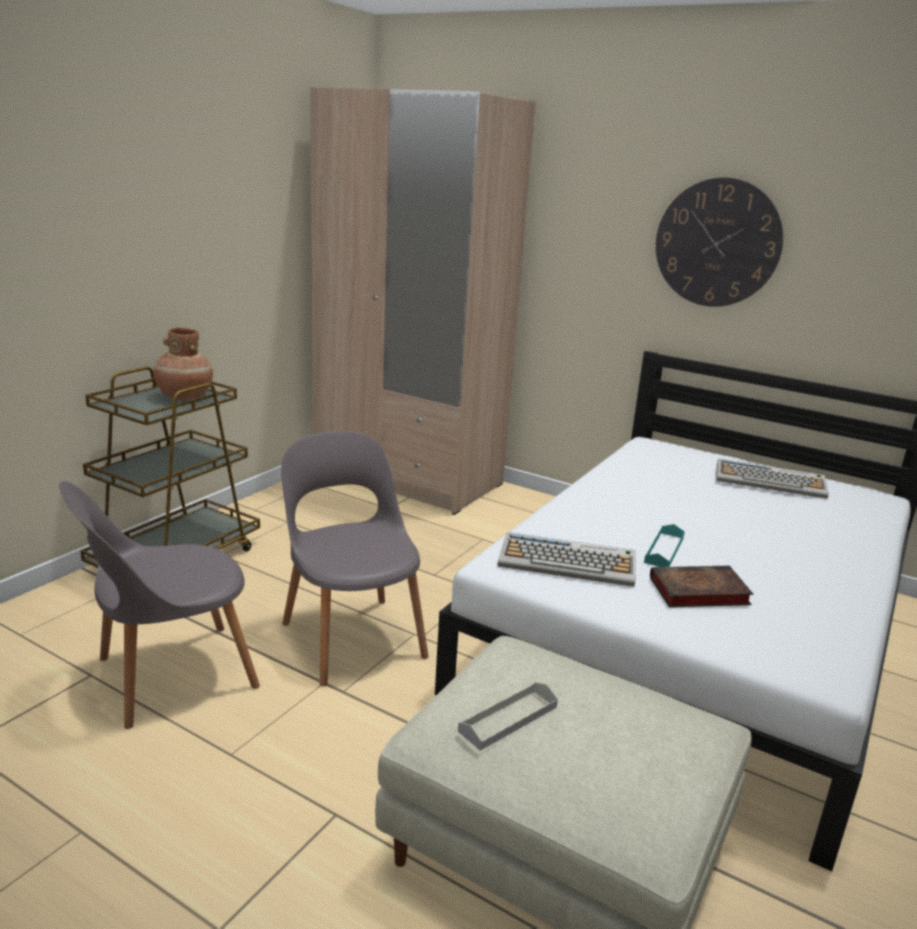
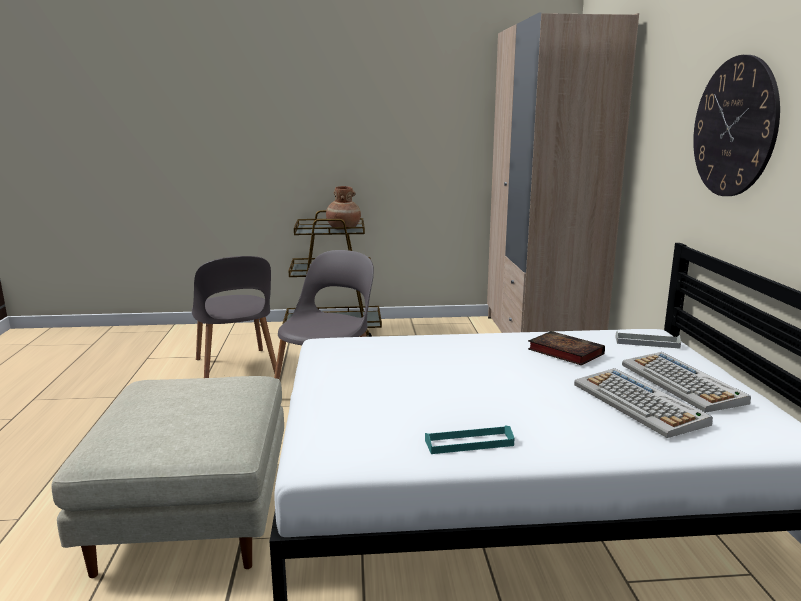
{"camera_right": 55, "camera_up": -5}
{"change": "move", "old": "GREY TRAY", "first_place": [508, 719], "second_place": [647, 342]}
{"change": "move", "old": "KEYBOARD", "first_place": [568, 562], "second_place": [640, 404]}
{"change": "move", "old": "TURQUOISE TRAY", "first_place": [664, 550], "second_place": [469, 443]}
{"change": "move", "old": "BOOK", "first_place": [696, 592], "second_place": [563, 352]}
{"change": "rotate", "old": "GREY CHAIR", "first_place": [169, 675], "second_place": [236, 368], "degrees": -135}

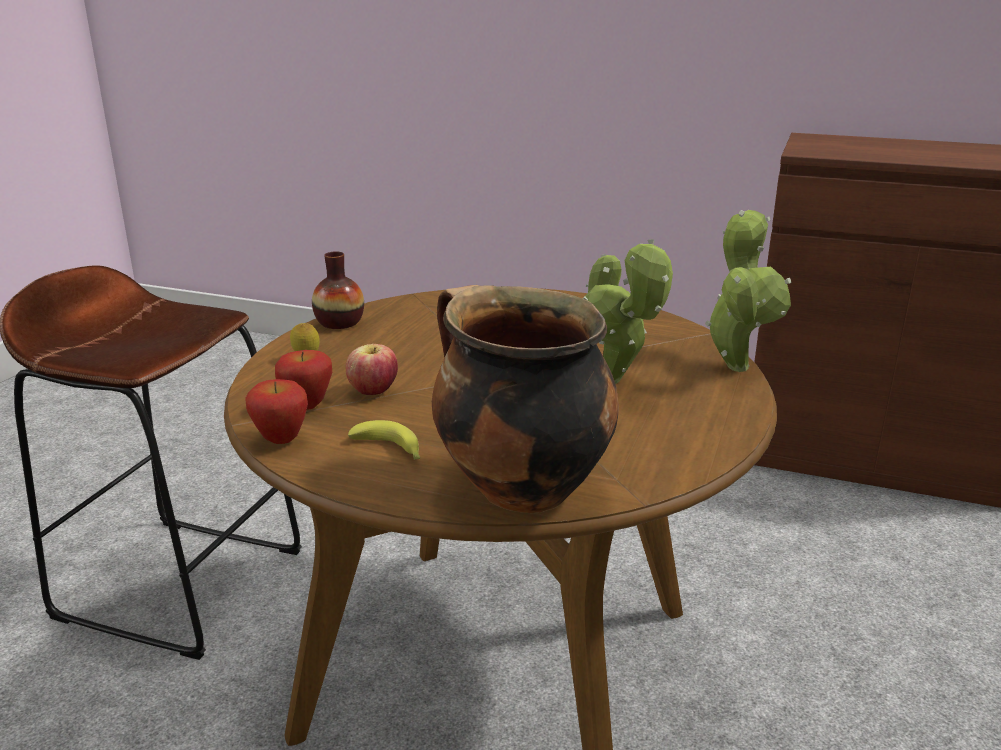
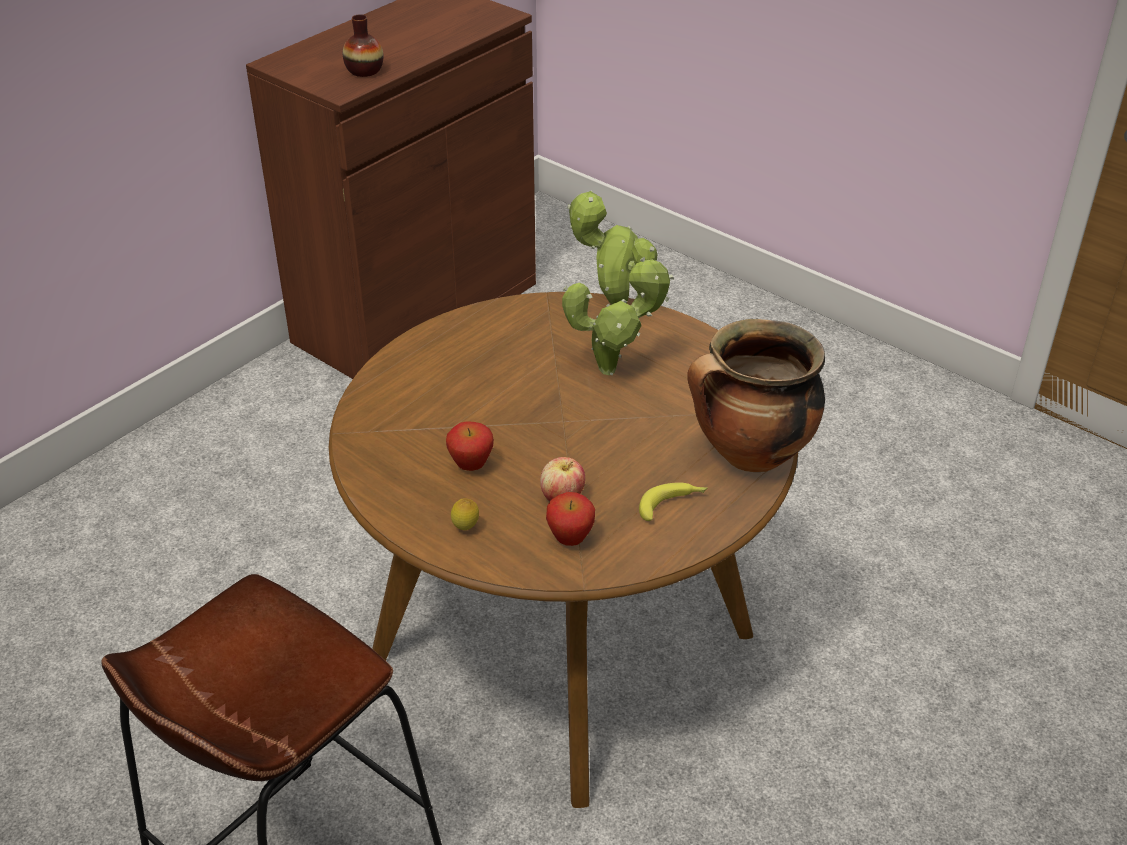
{"camera_right": -70, "camera_up": 15}
{"change": "move", "old": "APPLE", "first_place": [281, 440], "second_place": [471, 466]}
{"change": "move", "old": "VASE", "first_place": [339, 322], "second_place": [364, 71]}

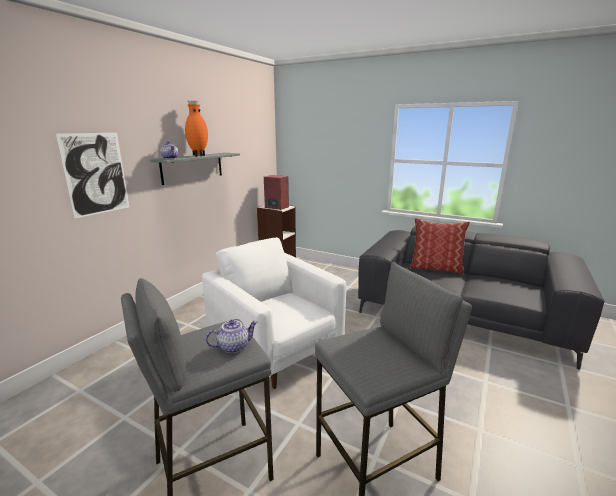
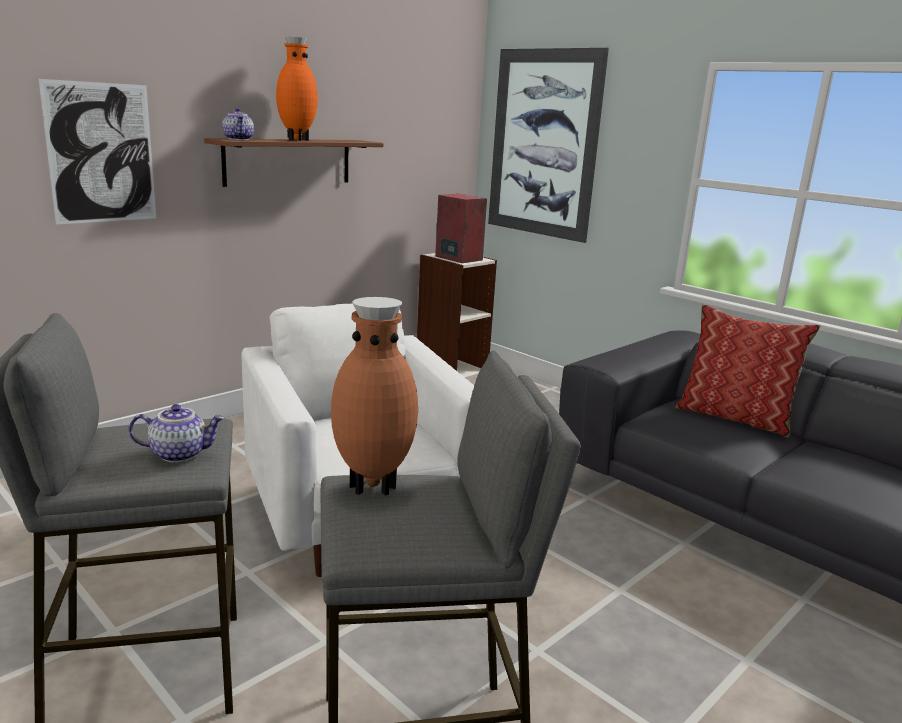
{"camera_right": 15, "camera_up": 0}
{"change": "insert", "new": "BROWN VASE", "second_place": [373, 485]}
{"change": "insert", "new": "PICTURE", "second_place": [543, 144]}
{"change": "recolor", "old": "GREY SHELF", "new": "BROWN SHELF", "first_place": [192, 167], "second_place": [288, 161]}

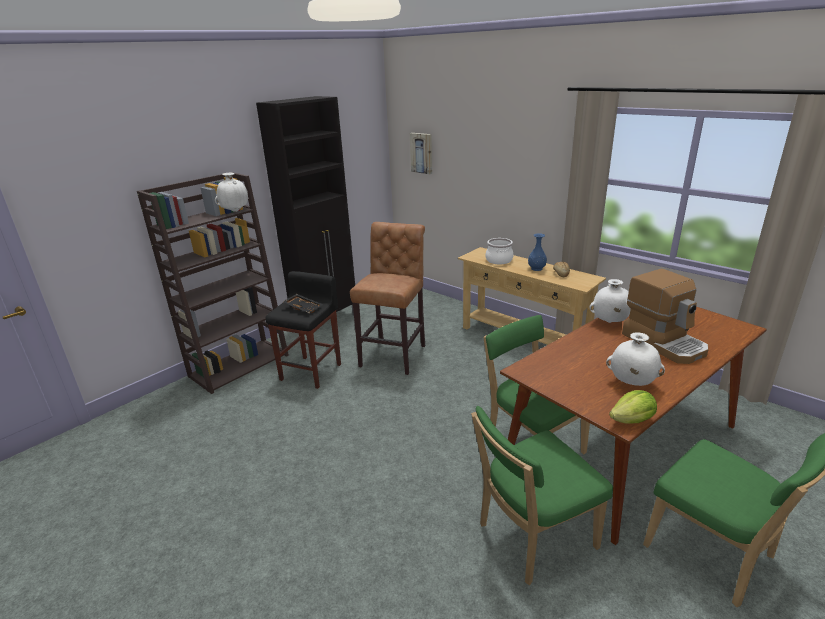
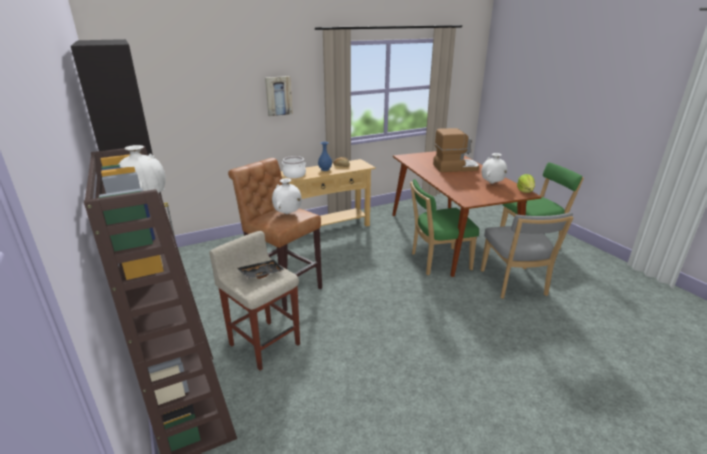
{"camera_right": -70, "camera_up": 0}
{"change": "move", "old": "PICTURE", "first_place": [422, 153], "second_place": [278, 96]}
{"change": "move", "old": "WHITE VASE", "first_place": [609, 322], "second_place": [287, 214]}
{"change": "recolor", "old": "BLACK STOOL", "new": "BEIGE STOOL", "first_place": [311, 371], "second_place": [264, 343]}
{"change": "recolor", "old": "GREEN CHAIR", "new": "GREY CHAIR", "first_place": [532, 537], "second_place": [514, 285]}

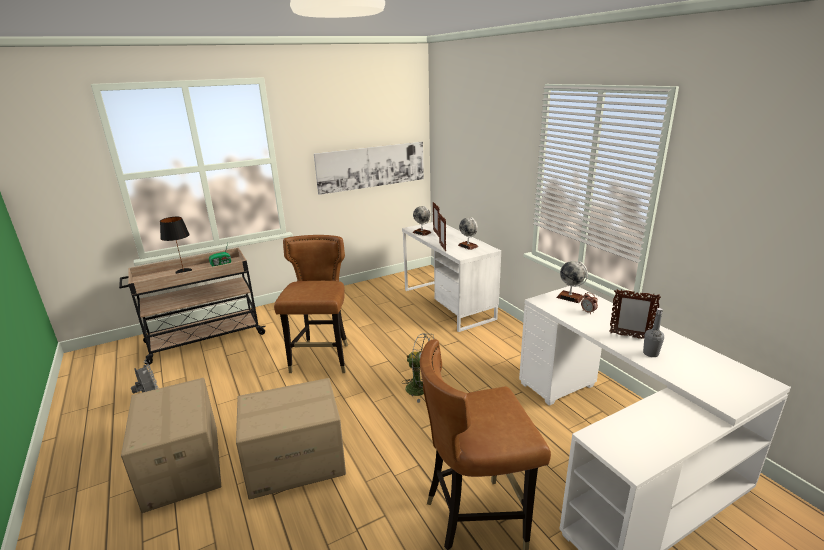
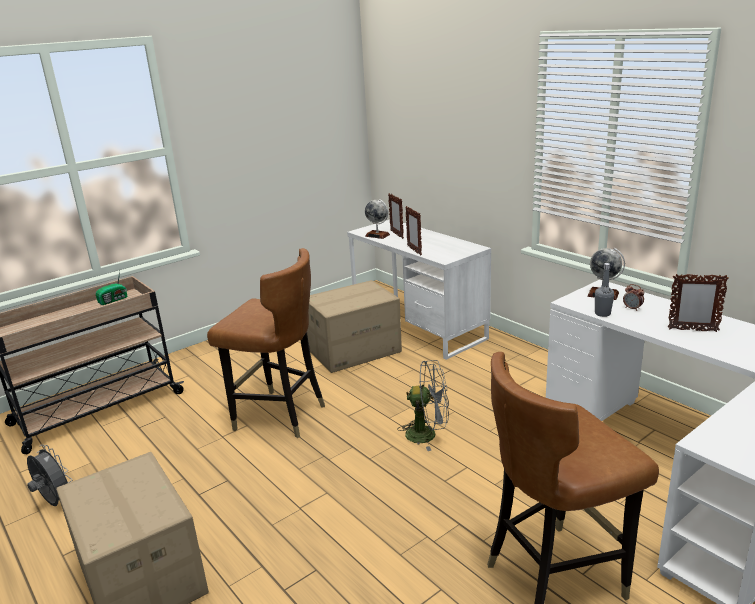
{"camera_right": -10, "camera_up": 0}
{"change": "delete", "old": "BLACK TABLE LAMP", "first_place": [184, 271]}
{"change": "delete", "old": "PICTURE", "first_place": [371, 166]}
{"change": "delete", "old": "GLOBE", "first_place": [468, 246]}
{"change": "move", "old": "CARDBOARD BOX", "first_place": [295, 460], "second_place": [354, 350]}
{"change": "move", "old": "GREY BOTTLE", "first_place": [650, 353], "second_place": [602, 314]}
{"change": "rotate", "old": "BROWN CHAIR", "first_place": [322, 360], "second_place": [279, 415], "degrees": 120}

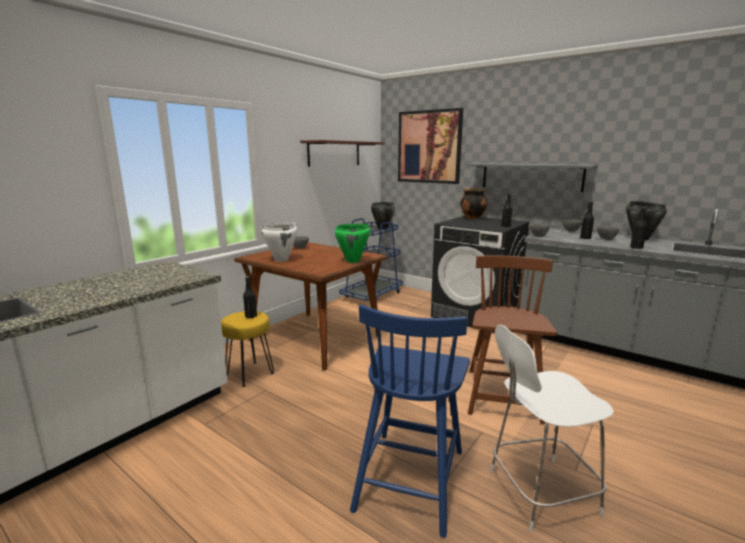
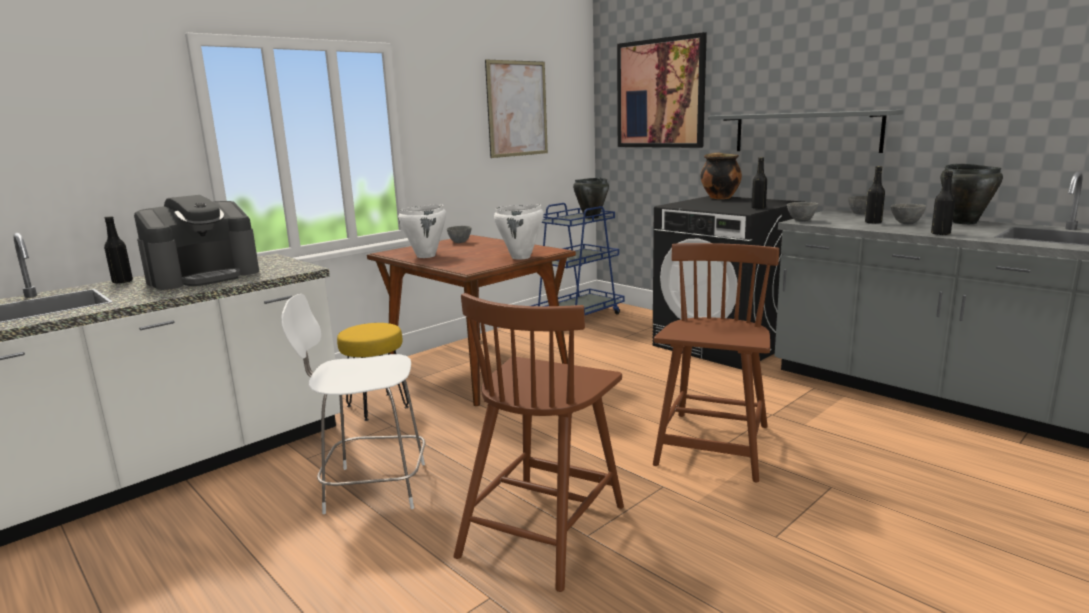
{"camera_right": 10, "camera_up": 0}
{"change": "insert", "new": "COFFEE MACHINE", "second_place": [204, 276]}
{"change": "move", "old": "BLACK BOTTLE", "first_place": [251, 316], "second_place": [122, 282]}
{"change": "move", "old": "WHITE CHAIR", "first_place": [539, 492], "second_place": [372, 487]}
{"change": "replace", "old": "SHELF", "new": "PICTURE", "first_place": [334, 153], "second_place": [517, 109]}
{"change": "recolor", "old": "GREEN COOKING POT", "new": "WHITE COOKING POT", "first_place": [353, 261], "second_place": [521, 257]}
{"change": "recolor", "old": "BLUE CHAIR", "new": "BROWN CHAIR", "first_place": [410, 477], "second_place": [543, 528]}

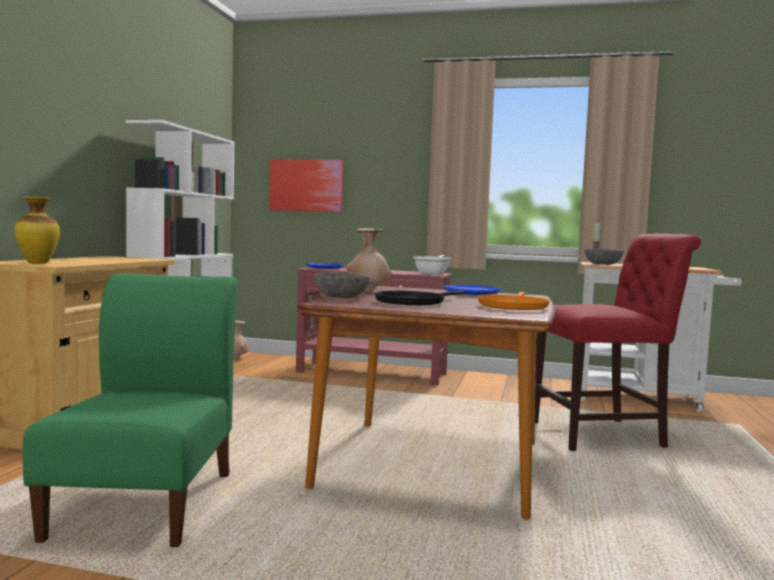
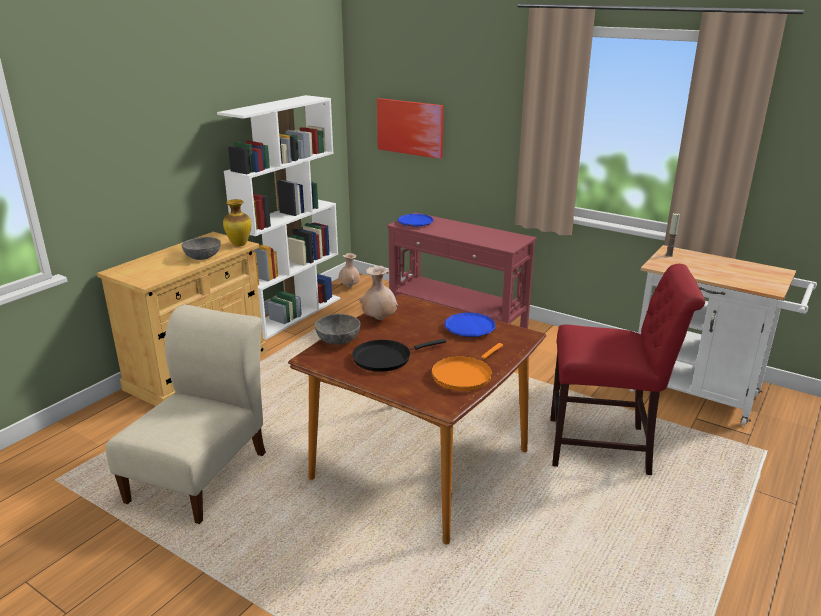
{"camera_right": 20, "camera_up": 20}
{"change": "delete", "old": "FRYING PAN", "first_place": [433, 273]}
{"change": "move", "old": "VASE", "first_place": [37, 263], "second_place": [239, 245]}
{"change": "move", "old": "GREY BOWL", "first_place": [603, 264], "second_place": [203, 257]}
{"change": "recolor", "old": "GREEN CHAIR", "new": "BEIGE CHAIR", "first_place": [148, 500], "second_place": [202, 473]}

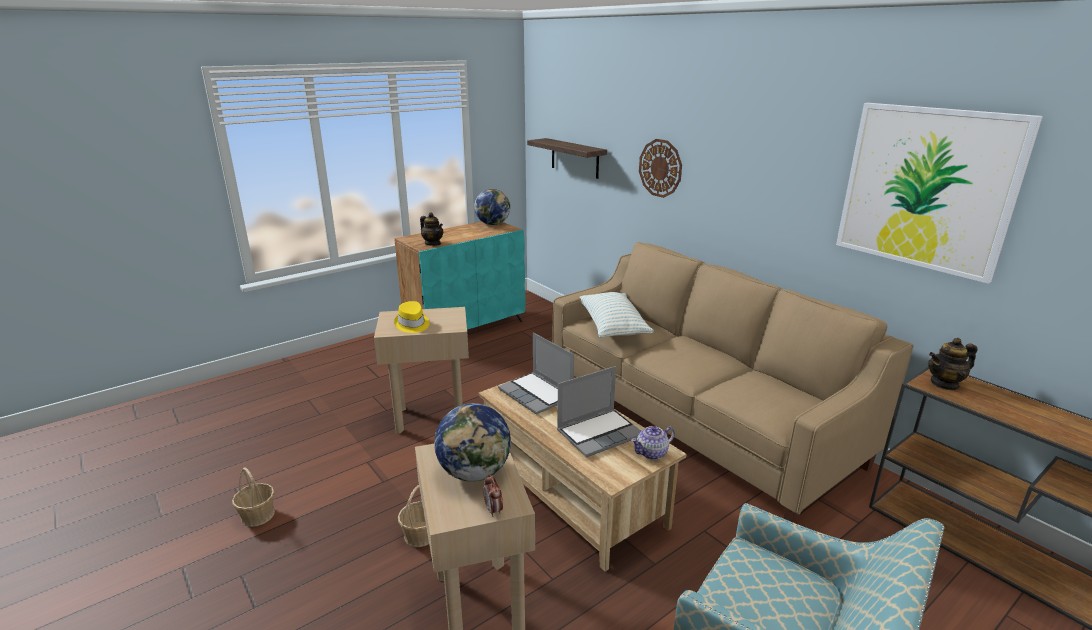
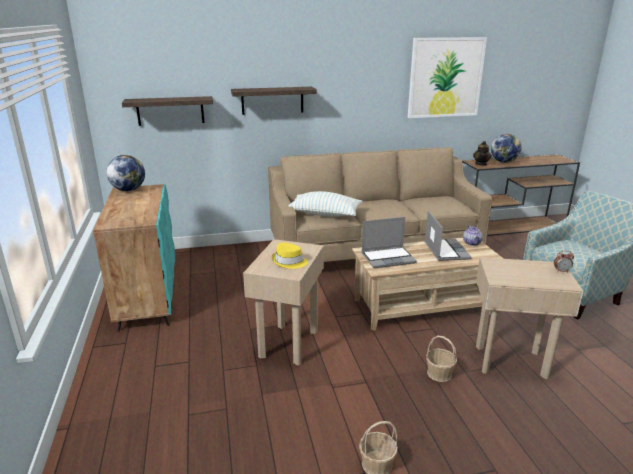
{"camera_right": -65, "camera_up": 0}
{"change": "delete", "old": "TEAPOT", "first_place": [433, 243]}
{"change": "move", "old": "GLOBE", "first_place": [475, 472], "second_place": [503, 162]}
{"change": "replace", "old": "WALL CLOCK", "new": "SHELF", "first_place": [660, 168], "second_place": [272, 100]}

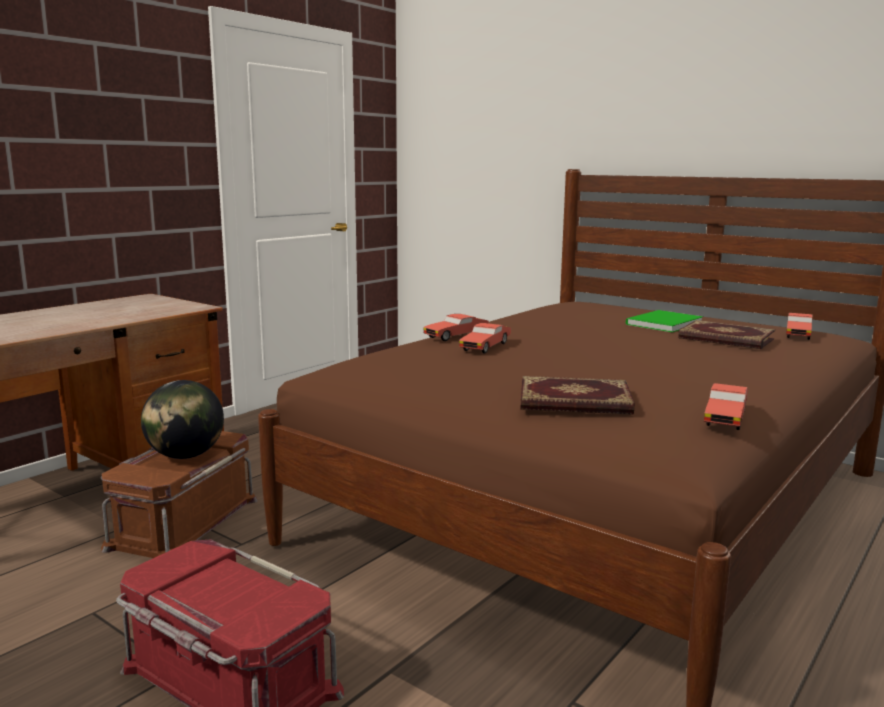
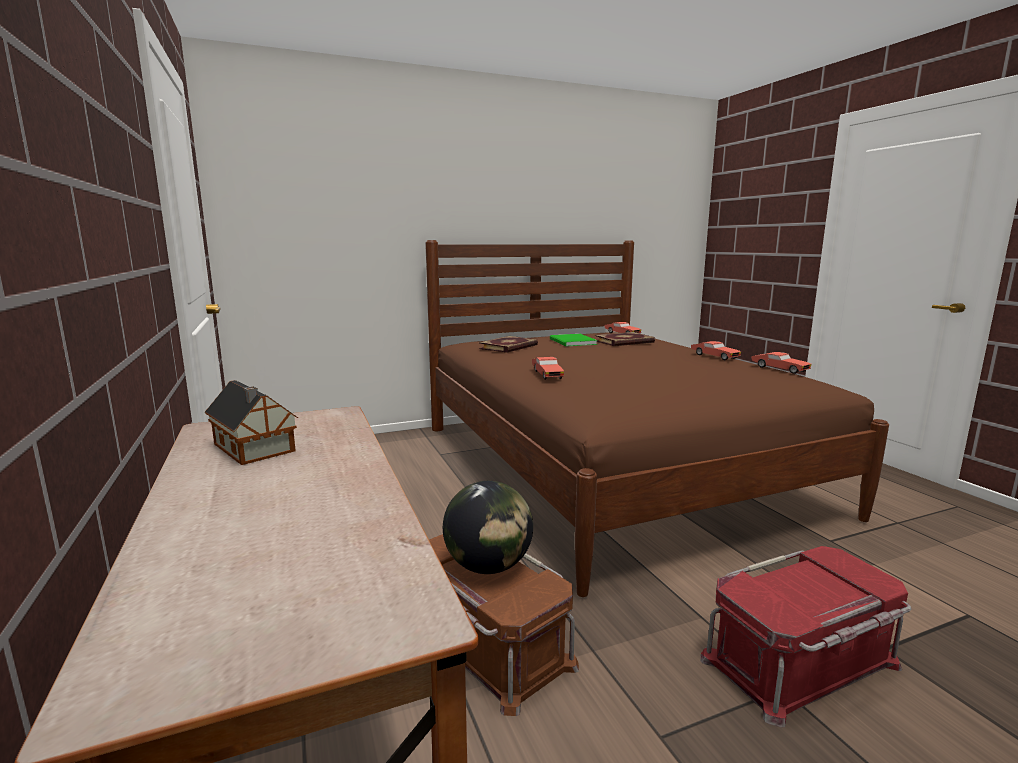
{"camera_right": -60, "camera_up": 0}
{"change": "insert", "new": "TOY HOUSE", "second_place": [254, 448]}
{"change": "move", "old": "RED TOY CAR", "first_place": [485, 346], "second_place": [714, 356]}
{"change": "move", "old": "BOOK", "first_place": [574, 402], "second_place": [509, 347]}

